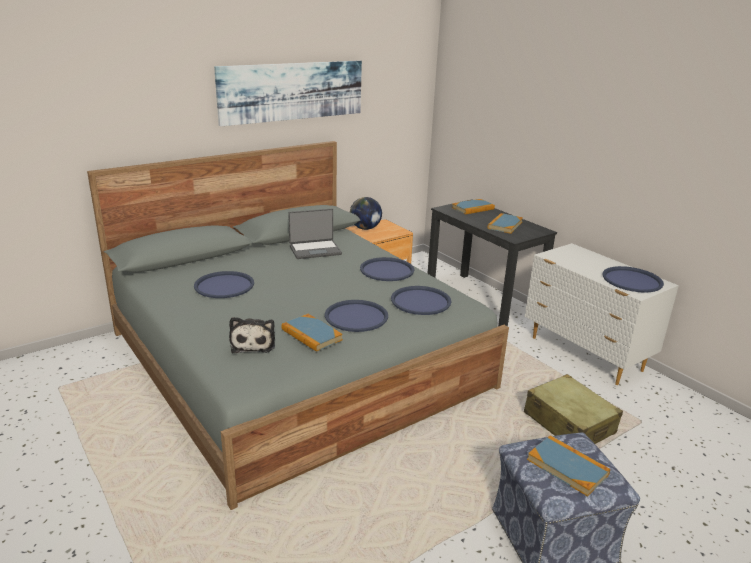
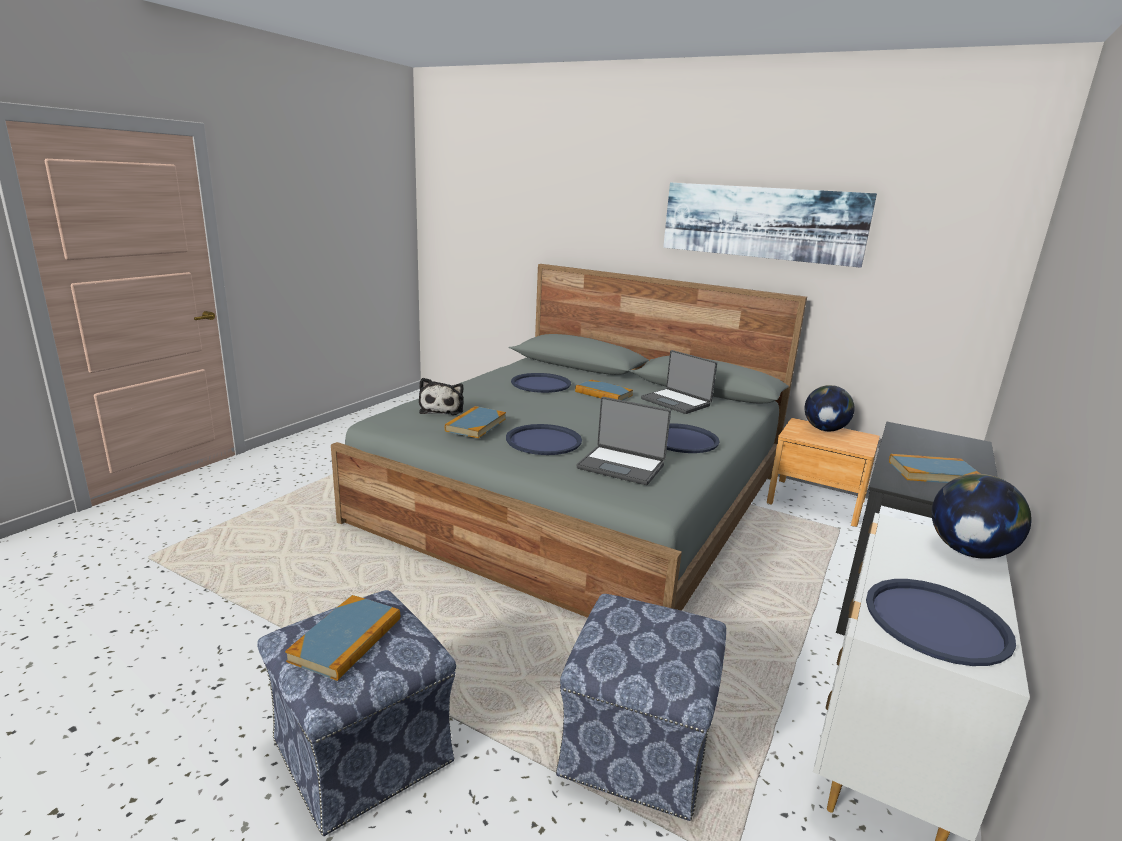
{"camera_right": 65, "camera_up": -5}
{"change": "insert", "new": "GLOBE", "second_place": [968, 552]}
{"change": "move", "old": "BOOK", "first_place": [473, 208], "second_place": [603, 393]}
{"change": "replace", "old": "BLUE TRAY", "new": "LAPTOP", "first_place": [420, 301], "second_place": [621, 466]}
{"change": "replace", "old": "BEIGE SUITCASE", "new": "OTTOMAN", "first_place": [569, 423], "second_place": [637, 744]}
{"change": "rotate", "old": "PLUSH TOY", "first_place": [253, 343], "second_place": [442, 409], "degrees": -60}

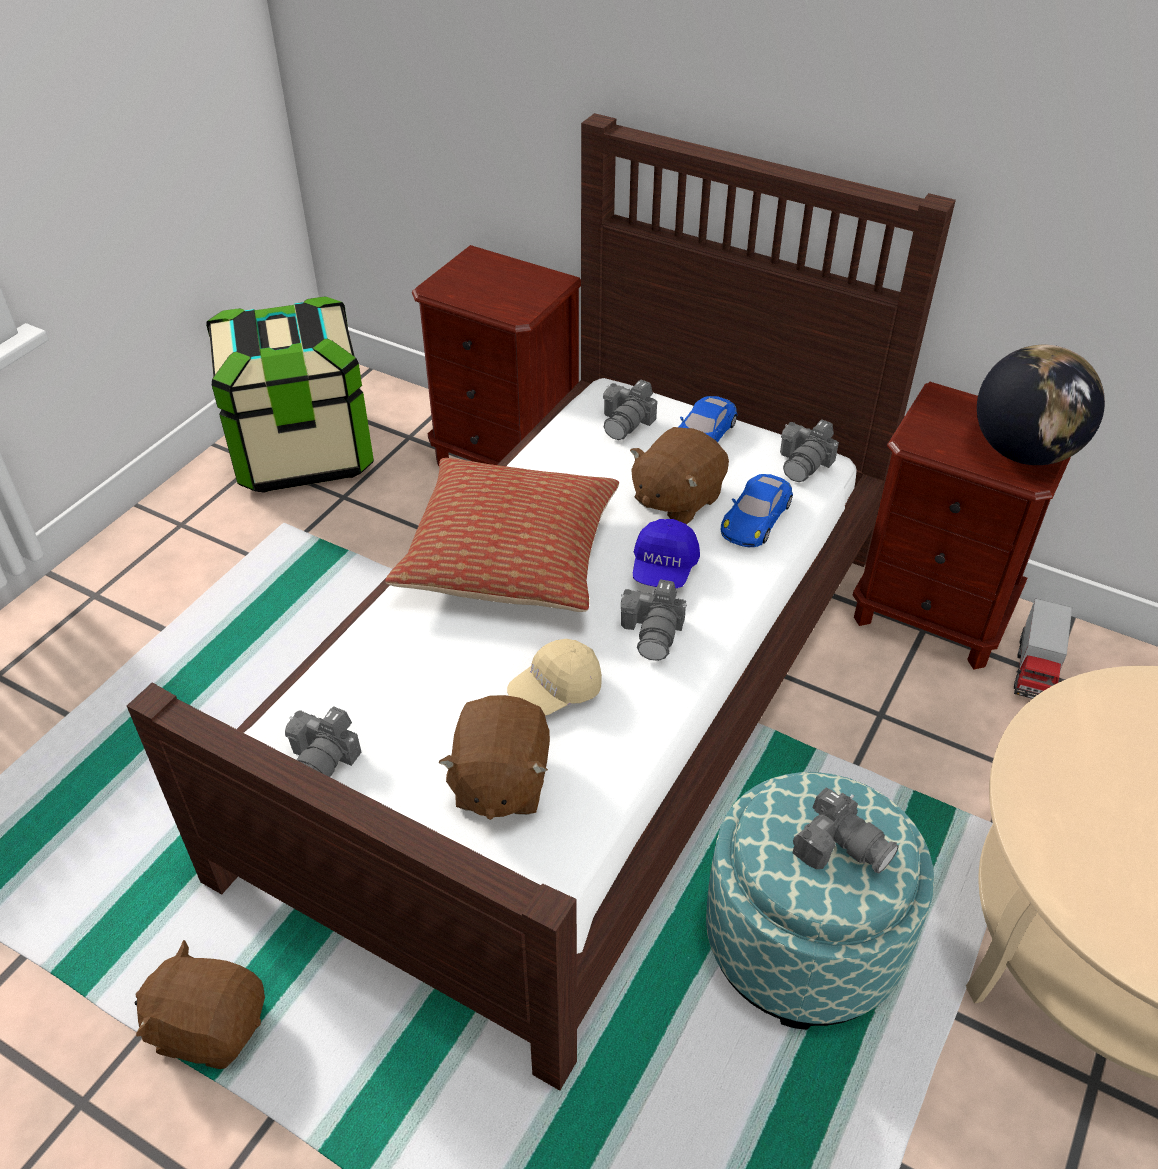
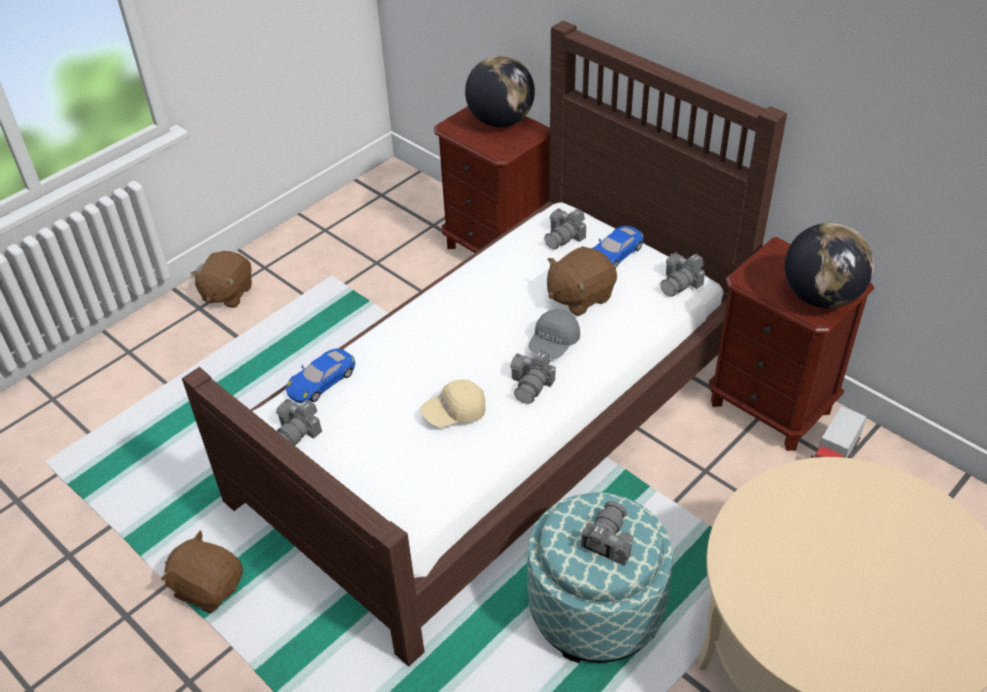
{"camera_right": 15, "camera_up": 0}
{"change": "delete", "old": "STORAGE BOX", "first_place": [303, 451]}
{"change": "delete", "old": "PILLOW", "first_place": [510, 555]}
{"change": "insert", "new": "GLOBE", "second_place": [500, 121]}
{"change": "move", "old": "BROWN PLUSH TOY", "first_place": [500, 782], "second_place": [227, 293]}
{"change": "move", "old": "BLUE TOY CAR", "first_place": [756, 517], "second_place": [321, 380]}
{"change": "recolor", "old": "BLUE CAP", "new": "GREY CAP", "first_place": [664, 569], "second_place": [553, 343]}
{"change": "rotate", "old": "PHOTO CAMERA", "first_place": [840, 845], "second_place": [607, 540], "degrees": -120}

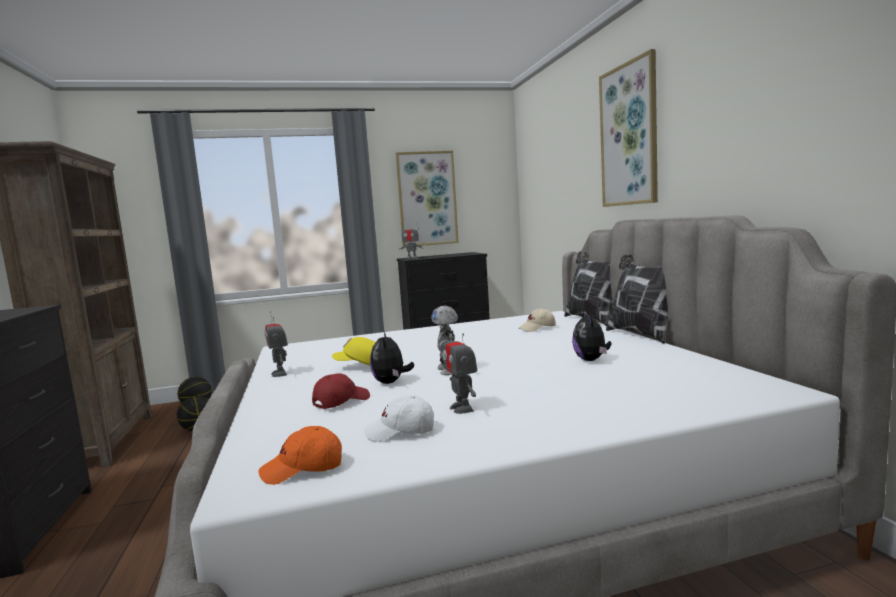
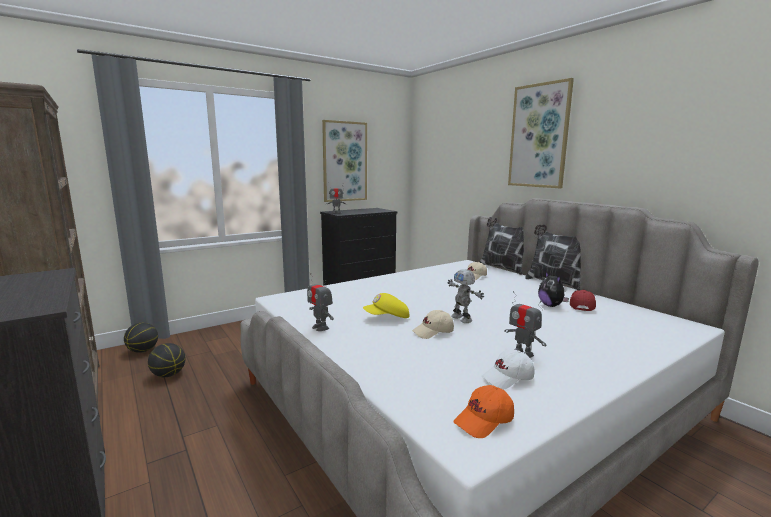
{"camera_right": -20, "camera_up": 5}
{"change": "move", "old": "RED CAP", "first_place": [341, 401], "second_place": [581, 306]}
{"change": "replace", "old": "PLUSH TOY", "new": "BEIGE CAP", "first_place": [391, 382], "second_place": [433, 332]}

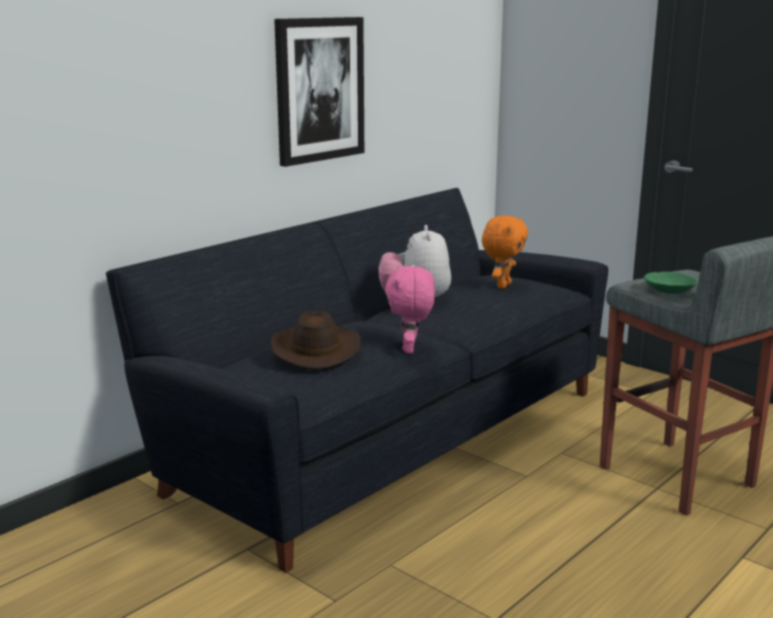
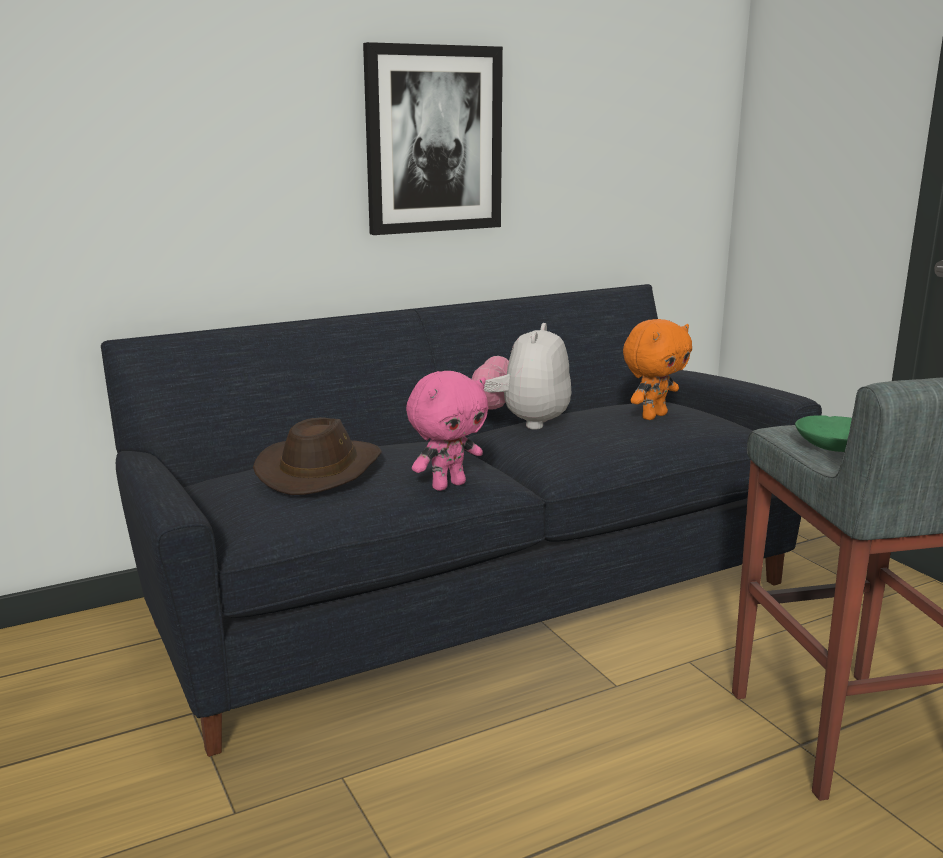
{"camera_right": 20, "camera_up": 0}
{"change": "rotate", "old": "PINK PLUSH TOY", "first_place": [410, 349], "second_place": [448, 485], "degrees": -150}

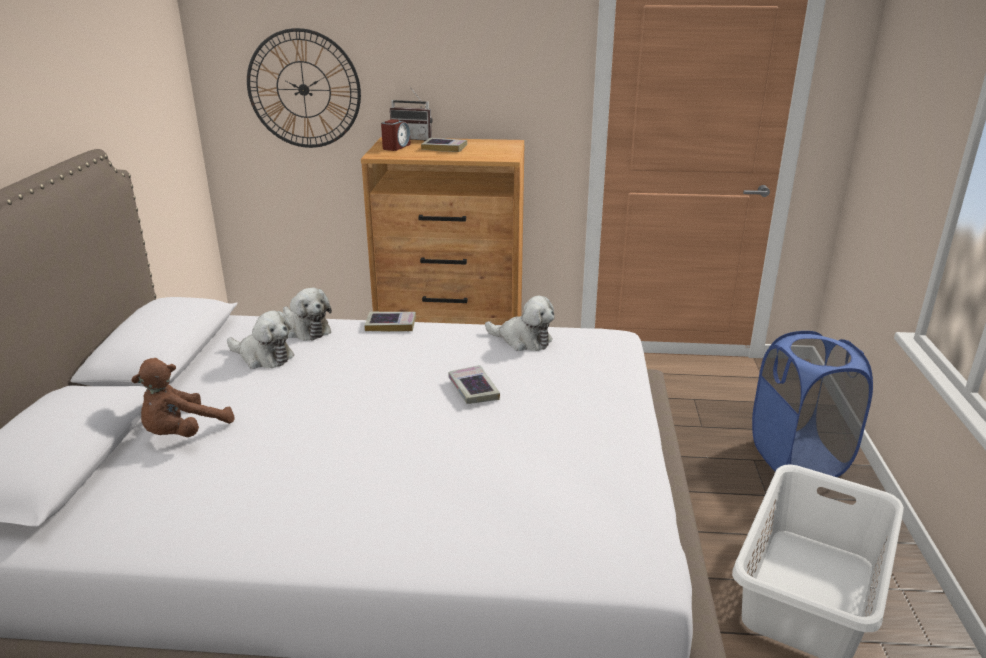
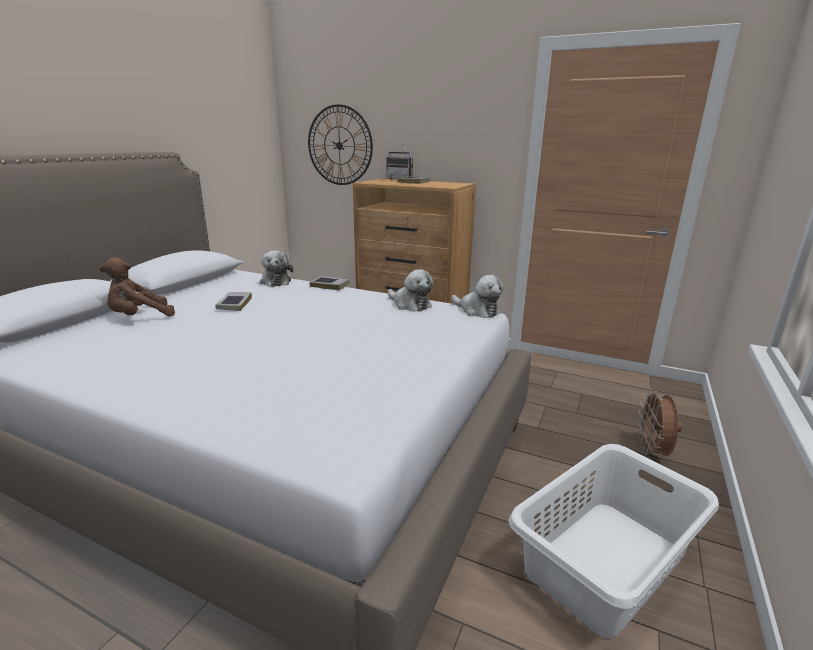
{"camera_right": 20, "camera_up": -5}
{"change": "delete", "old": "ALARM CLOCK", "first_place": [396, 147]}
{"change": "move", "old": "PLUSH TOY", "first_place": [263, 357], "second_place": [477, 311]}
{"change": "move", "old": "BOOK", "first_place": [473, 389], "second_place": [234, 304]}
{"change": "replace", "old": "BLUE LAUNDRY BASKET", "new": "BROWN FAN", "first_place": [798, 457], "second_place": [652, 452]}

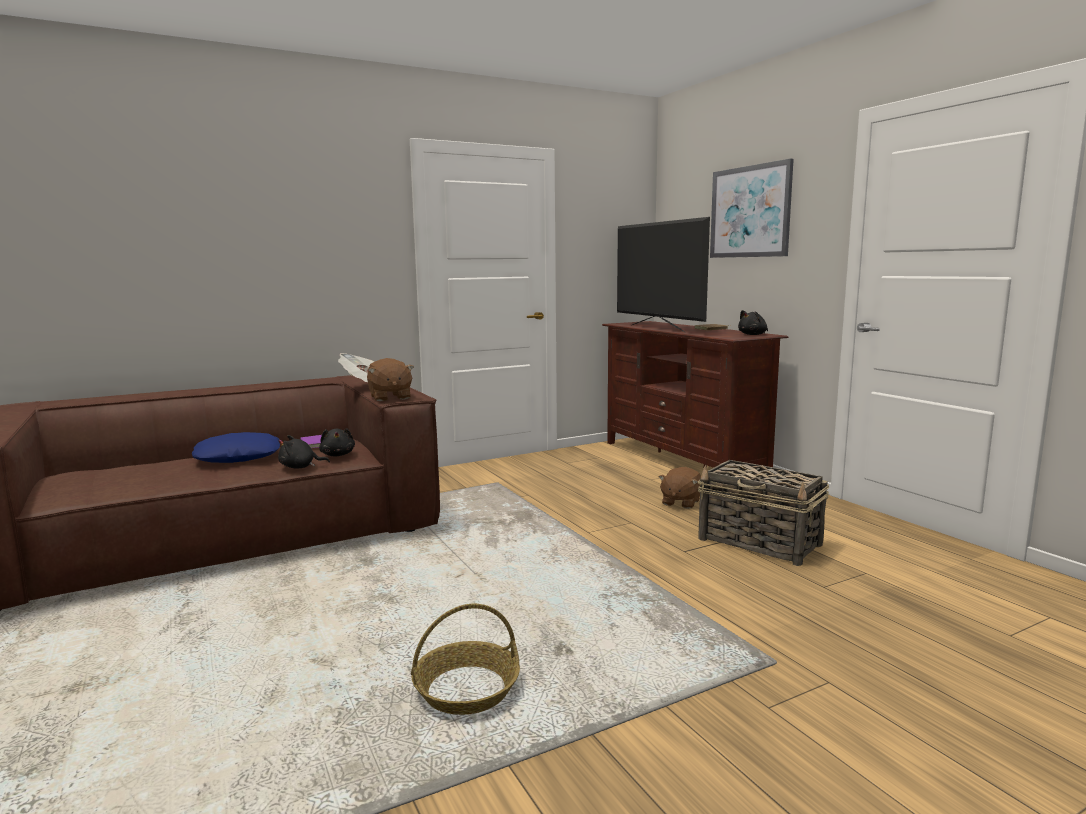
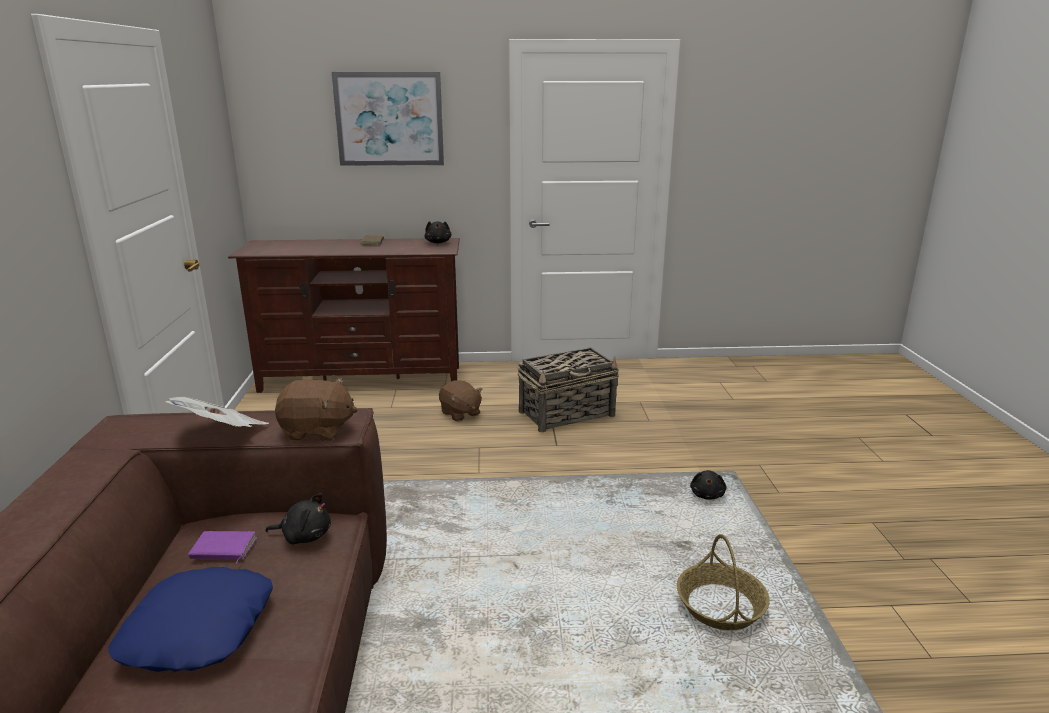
{"camera_right": -65, "camera_up": 10}
{"change": "delete", "old": "TELEVISION", "first_place": [658, 328]}
{"change": "move", "old": "BLACK PLUSH TOY", "first_place": [300, 467], "second_place": [707, 495]}

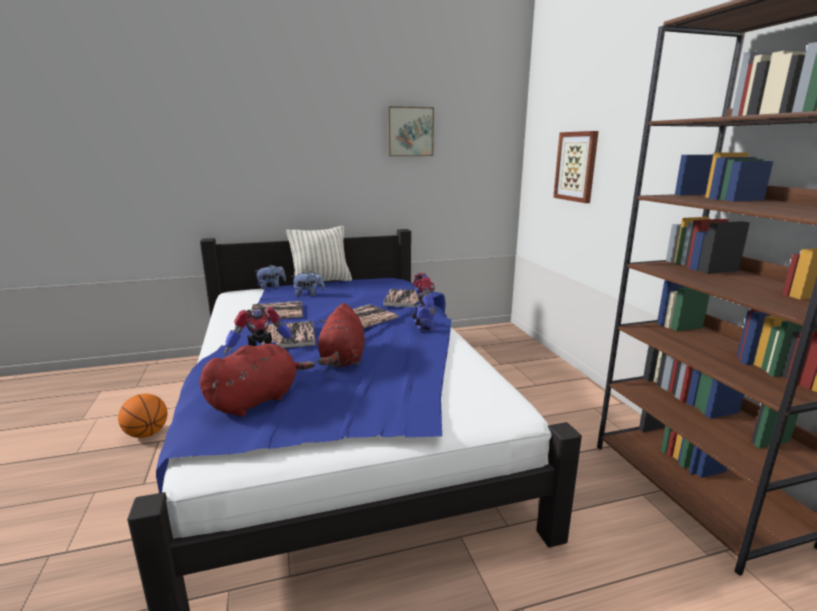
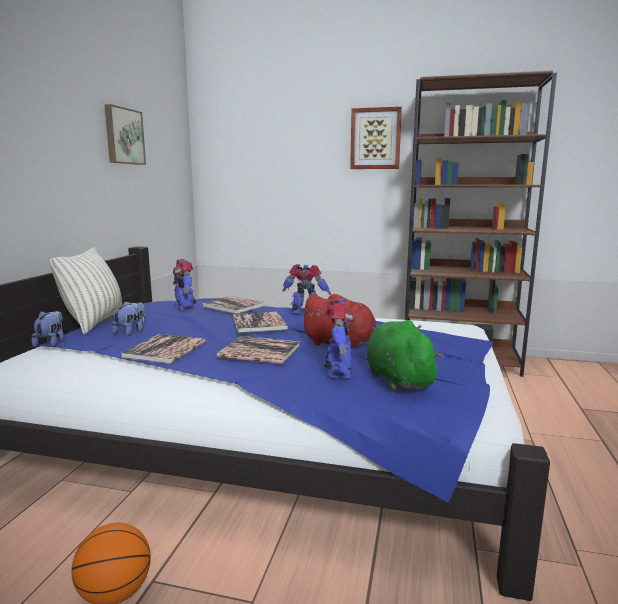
{"camera_right": -60, "camera_up": -5}
{"change": "insert", "new": "TOY ROBOT", "second_place": [185, 307]}
{"change": "move", "old": "PICTURE", "first_place": [576, 166], "second_place": [375, 139]}
{"change": "recolor", "old": "RED PLUSH TOY", "new": "GREEN PLUSH TOY", "first_place": [257, 400], "second_place": [398, 379]}

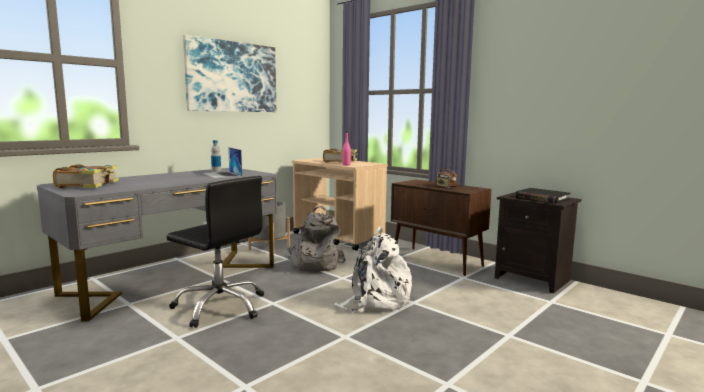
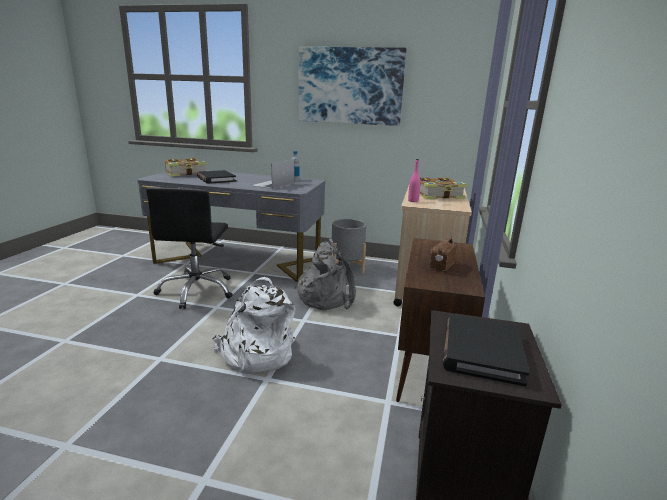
{"camera_right": 60, "camera_up": 10}
{"change": "insert", "new": "BLACK BOOK", "second_place": [216, 179]}

